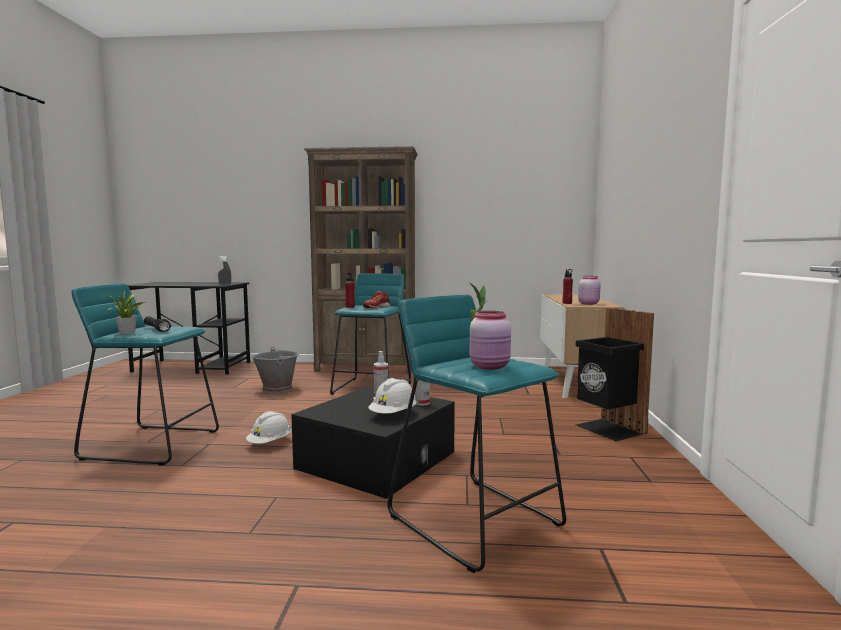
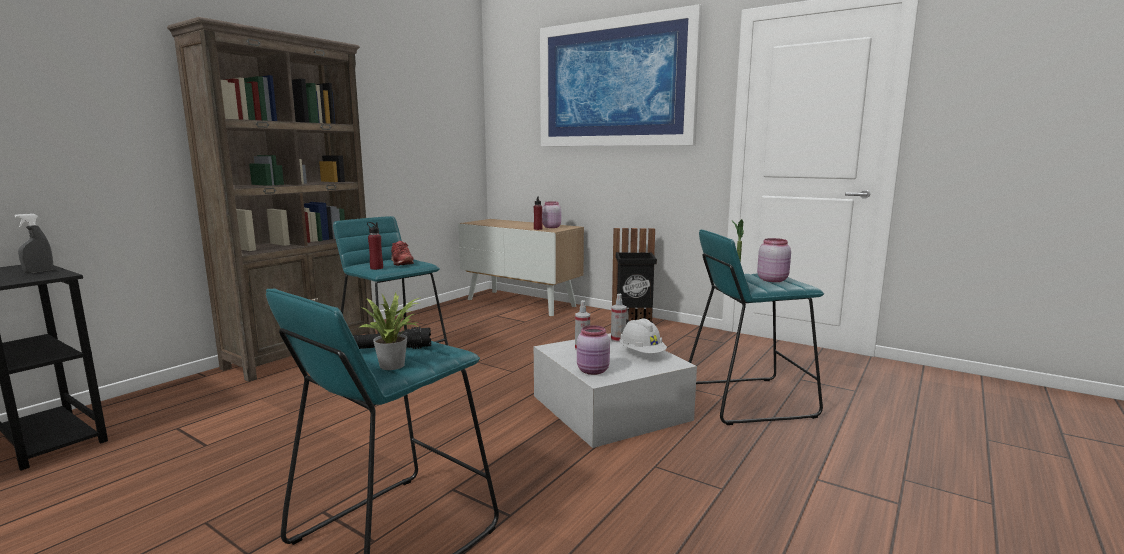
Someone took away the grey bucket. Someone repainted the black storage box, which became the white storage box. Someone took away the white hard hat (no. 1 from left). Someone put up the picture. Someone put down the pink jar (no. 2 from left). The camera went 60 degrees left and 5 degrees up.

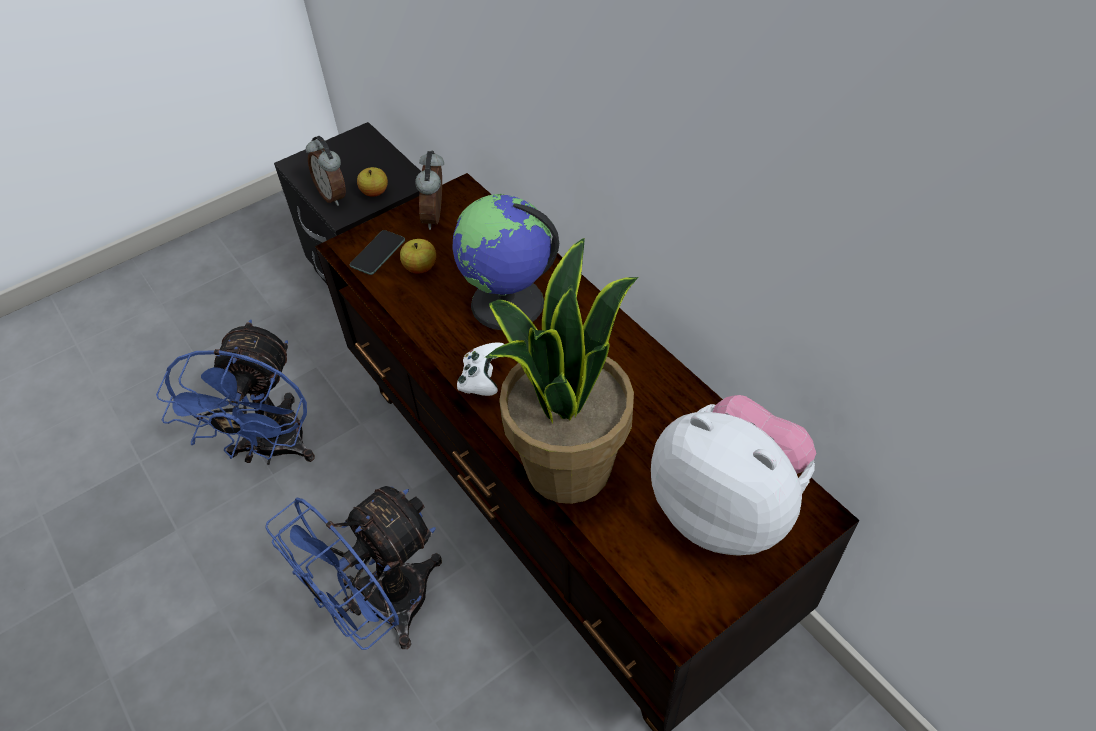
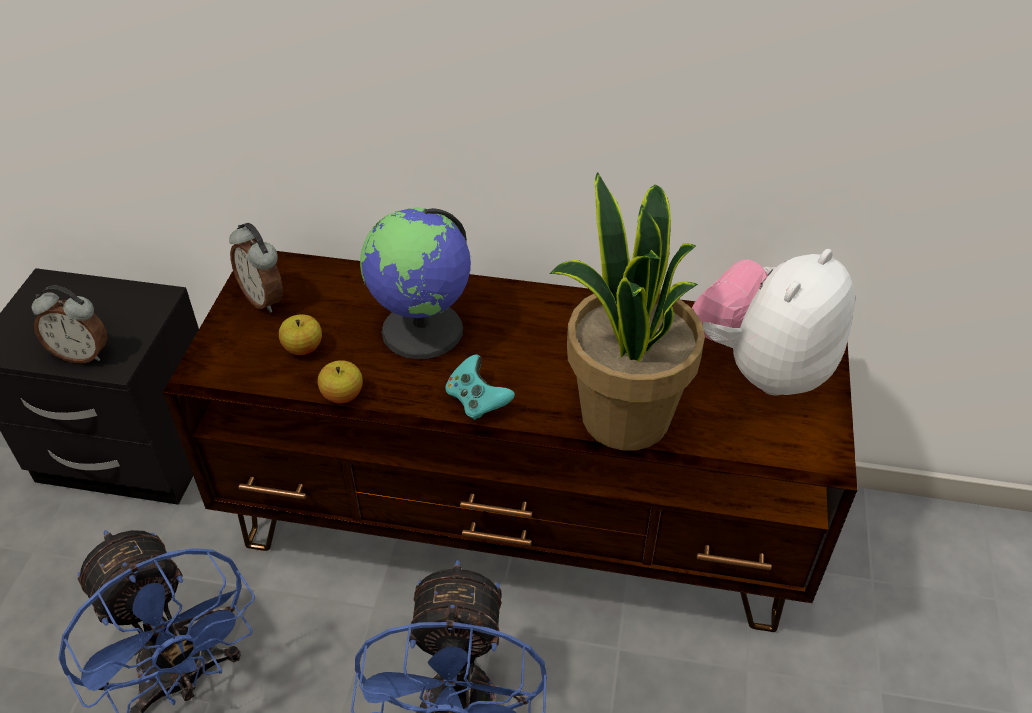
Someone carried the apple (no. 1 from left in the first image). Someone took away the phone. Someone repainted the white game controller, which became the turquoise game controller. Someone rotated the plush toy by 45 degrees counterclockwise. The camera went 45 degrees left and 5 degrees down.

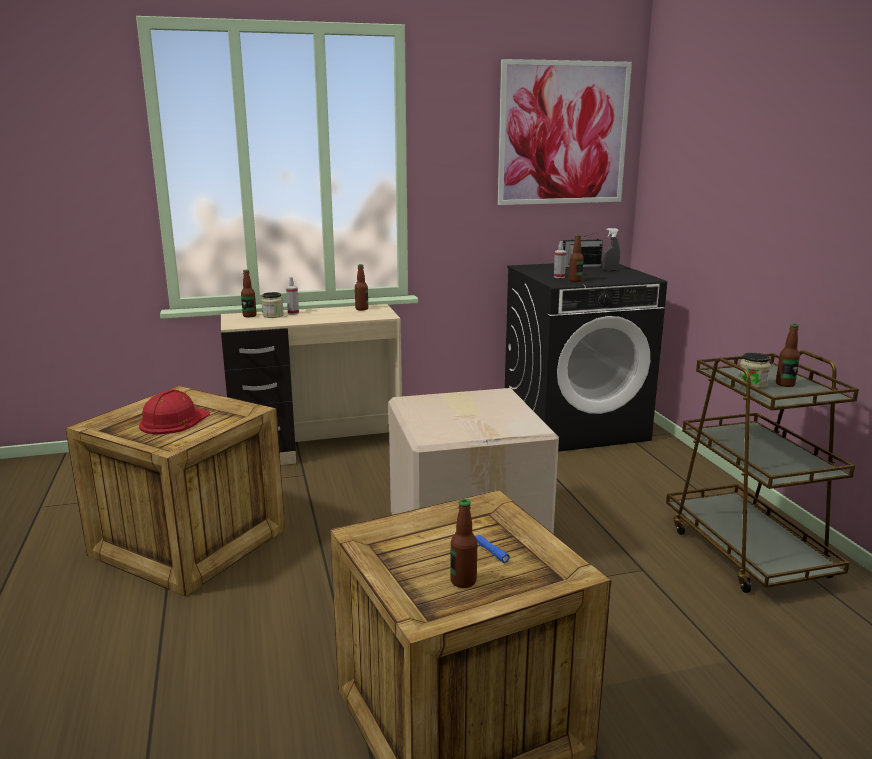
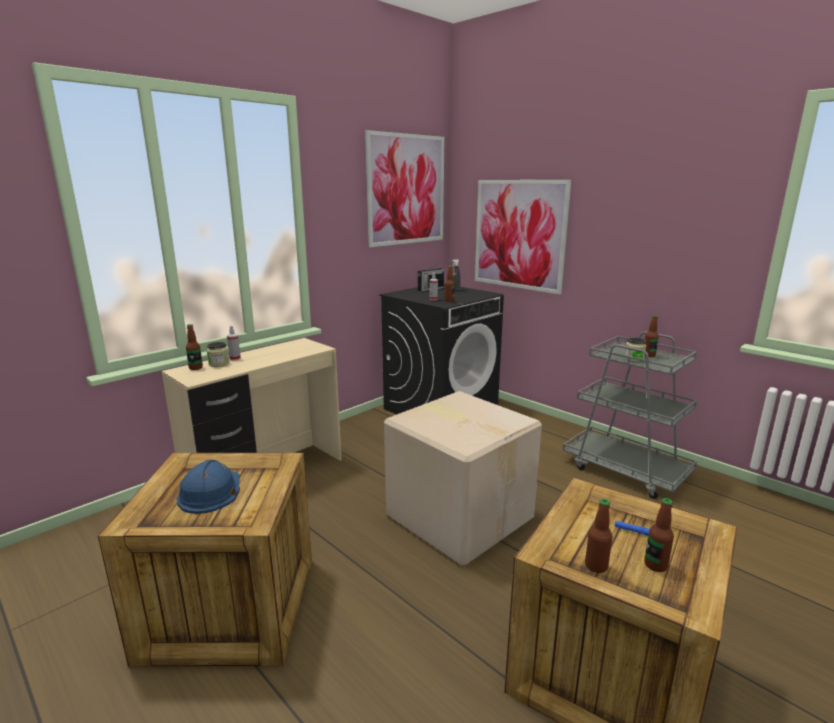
Someone carried the bottle (no. 2 from left in the first image). Someone repainted the brown cart, which became the grey cart. Someone repainted the red hard hat, which became the blue hard hat. Someone put up the picture (no. 2 from left). The camera went 30 degrees left and 0 degrees up.

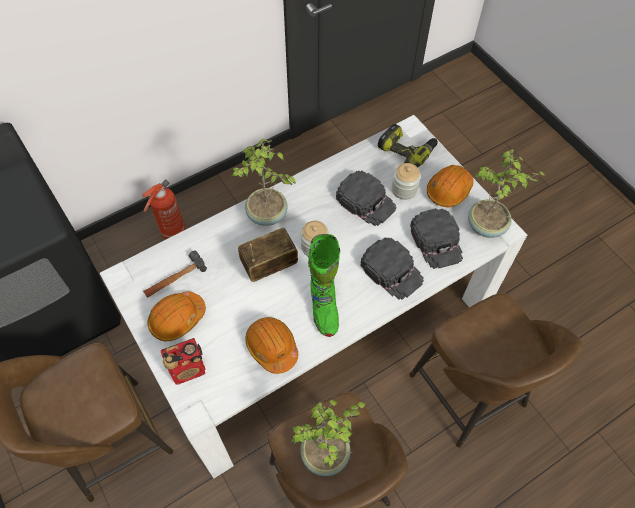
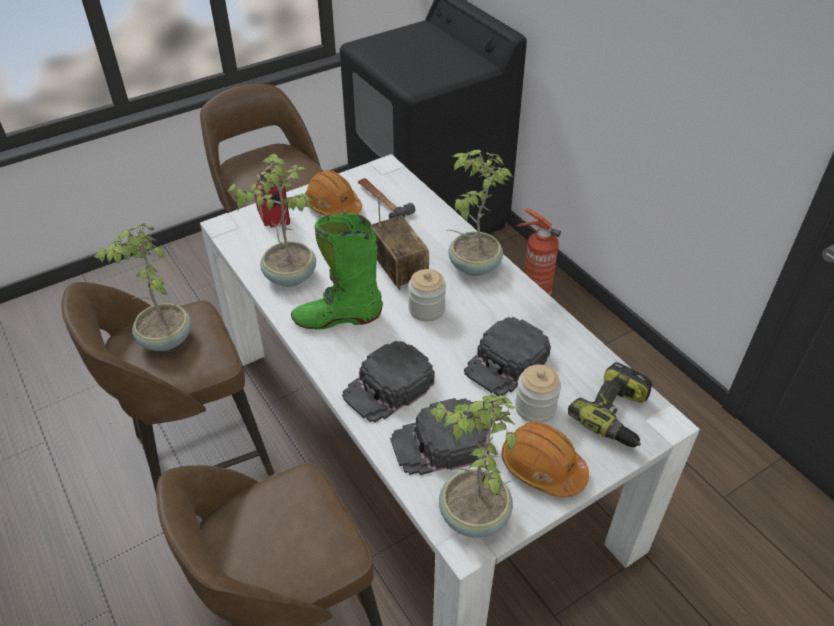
Someone swapped the orange hard hat (no. 2 from left) for the potted plant (no. 2 from left). The camera went 90 degrees right and 15 degrees down.

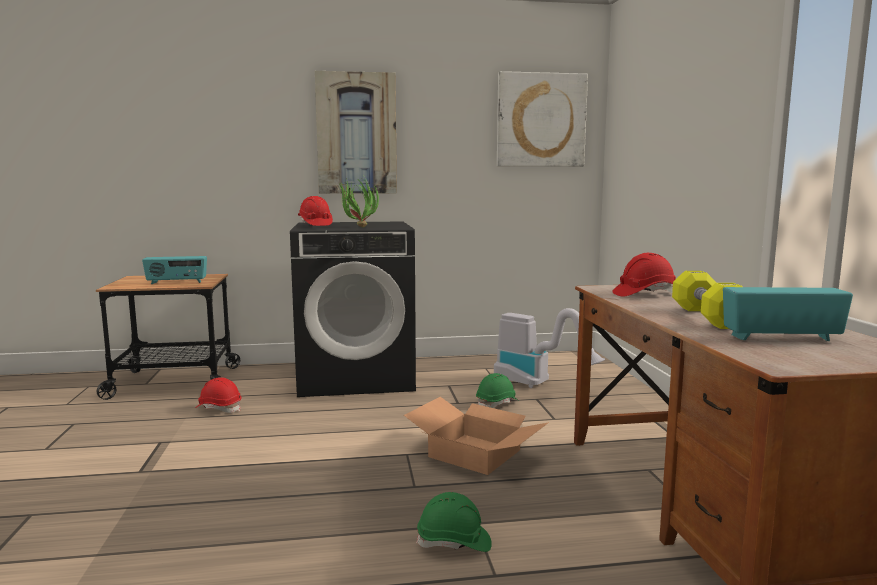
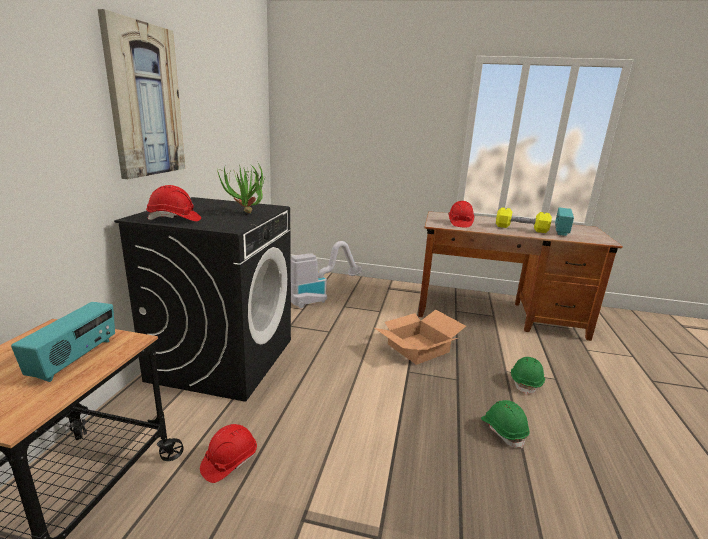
Someone took away the picture (no. 2 from left). Someone carried the green hard hat (no. 2 from left in the first image). The camera went 70 degrees left and 10 degrees up.

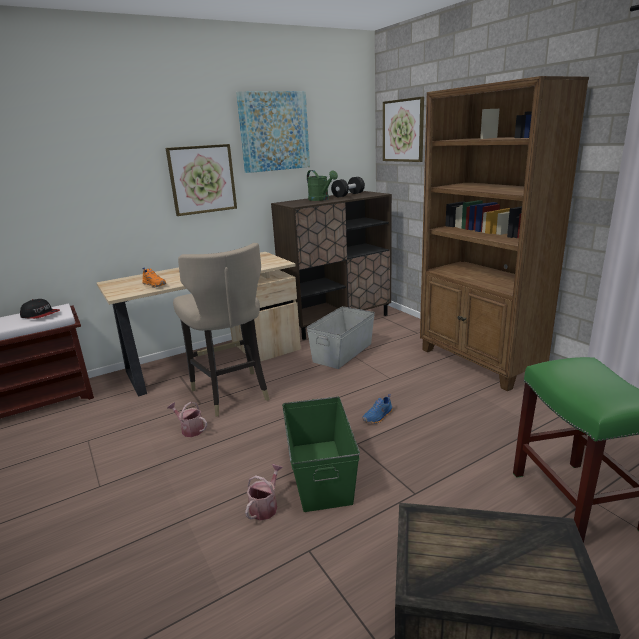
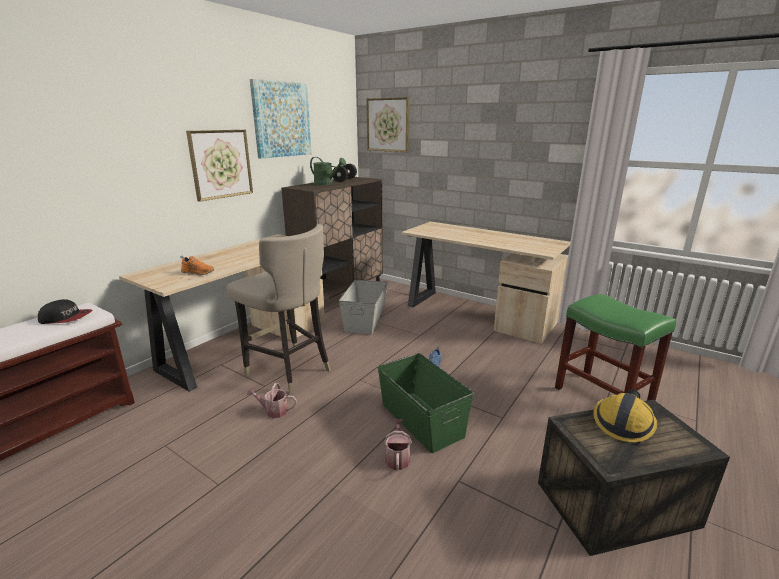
Someone swapped the brown bookcase for the beige desk (no. 2 from left). Someone put down the hard hat. The camera went 25 degrees left and 0 degrees up.

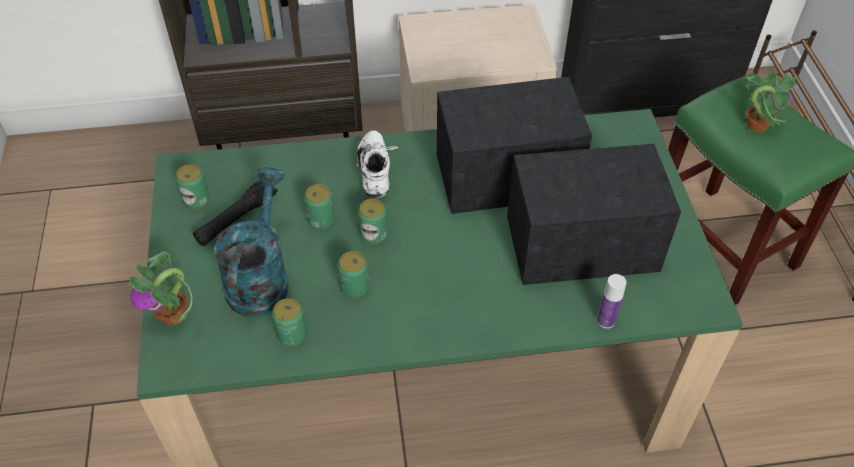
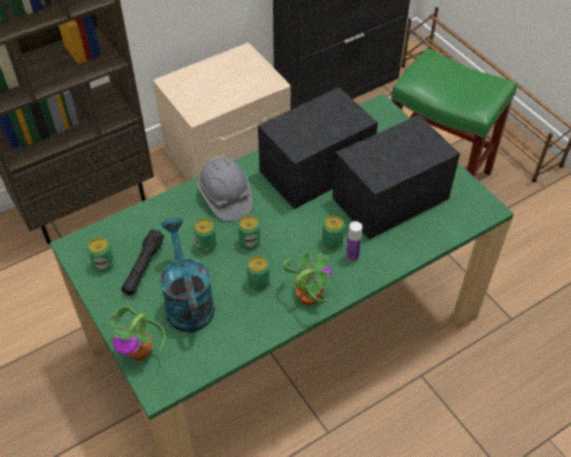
Someone carried the potted plant (no. 2 from left). Someone swapped the white shoe for the grey hard hat. Someone carried the bottle. Someone carried the can (no. 2 from left in the first image). The camera went 25 degrees left and 0 degrees up.

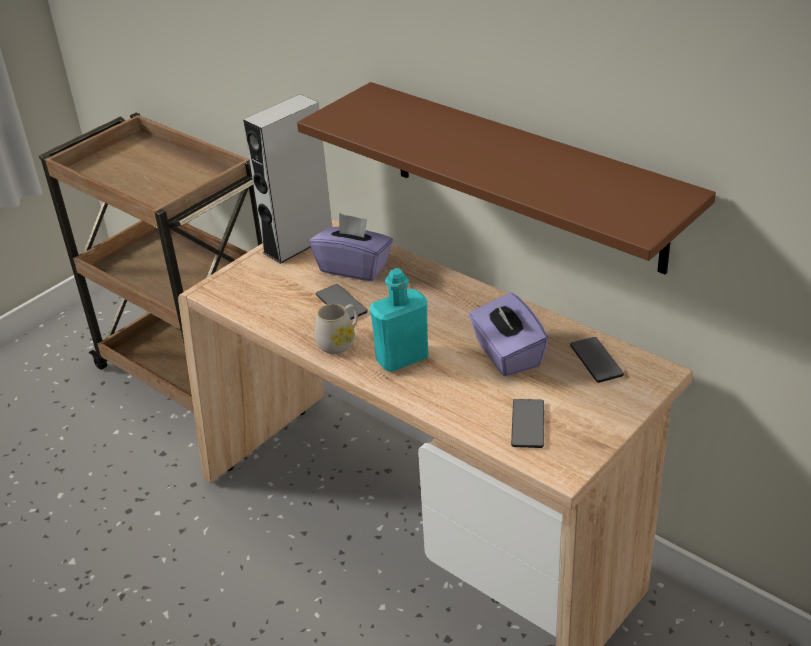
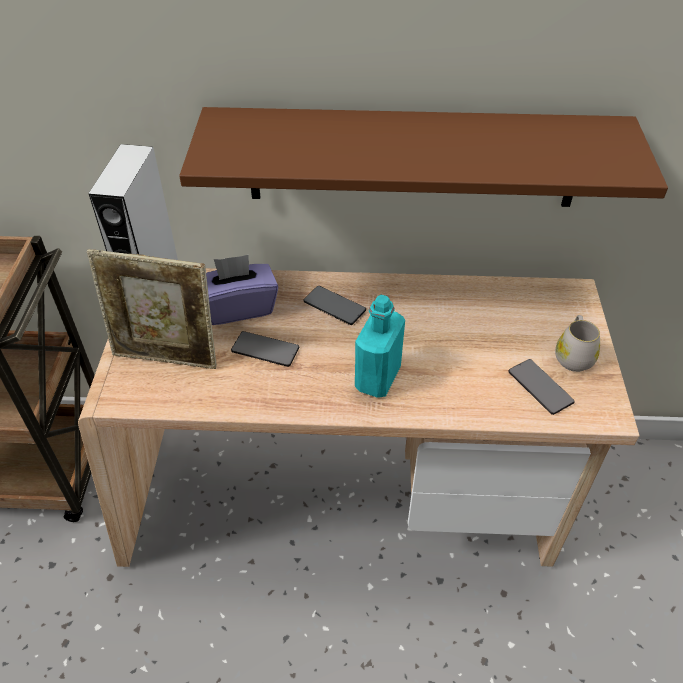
Someone took away the purple tissue box (no. 2 from left). Someone carried the white mug. Someone carried the phone (no. 3 from left in the first image). Someone put down the picture frame. The camera went 40 degrees left and 10 degrees up.

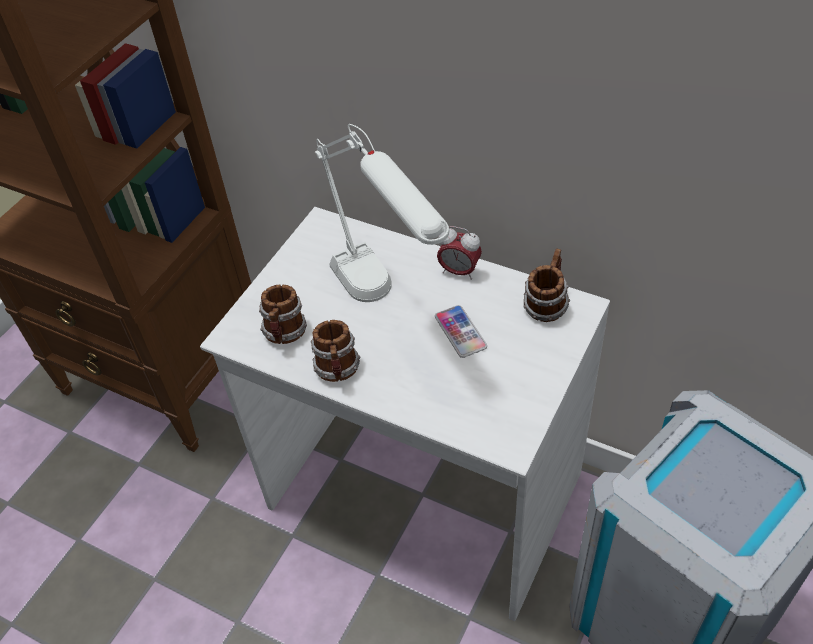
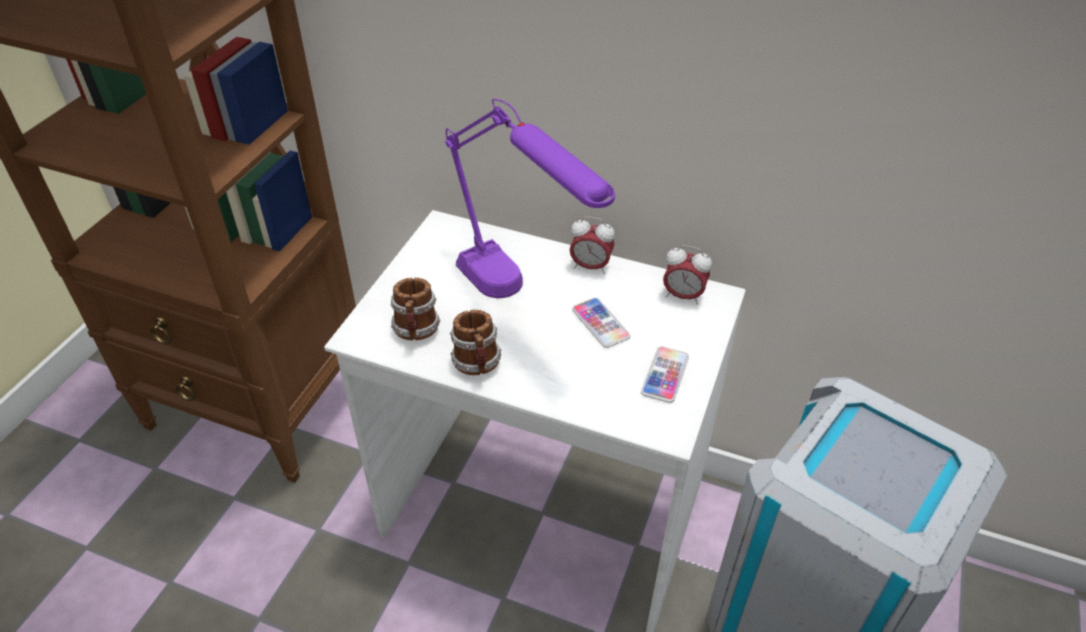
Someone repainted the white table lamp, which became the purple table lamp. Someone swapped the mug (no. 3 from left) for the alarm clock (no. 2 from left). Someone put down the phone (no. 2 from left). The camera went 10 degrees left and 5 degrees down.

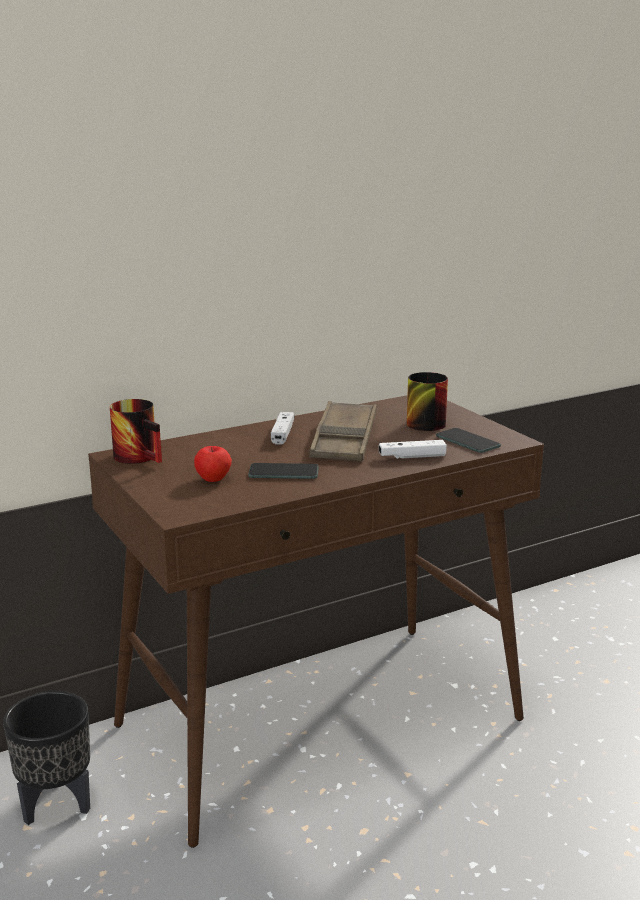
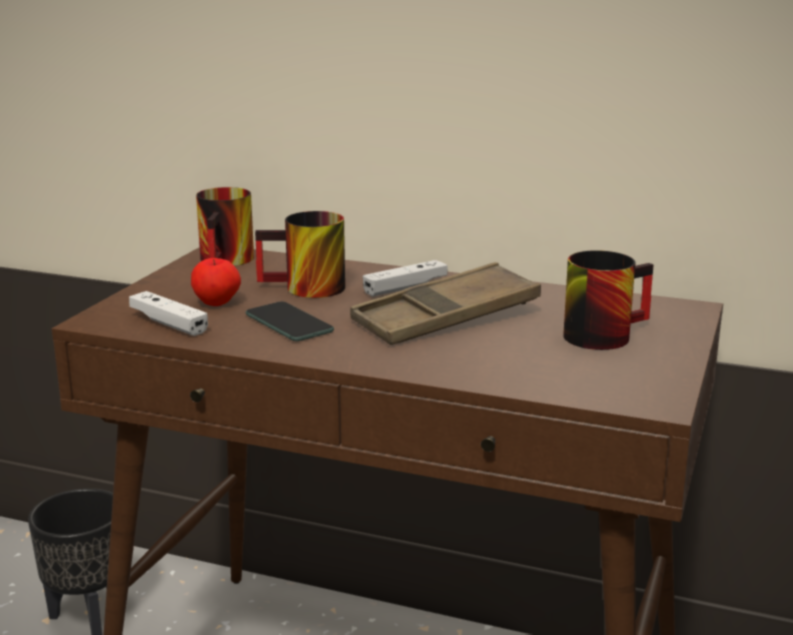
Someone took away the phone (no. 2 from left). Someone carried the white game controller (no. 2 from left in the first image). Someone put down the mug (no. 2 from left). The camera went 50 degrees right and 0 degrees up.

